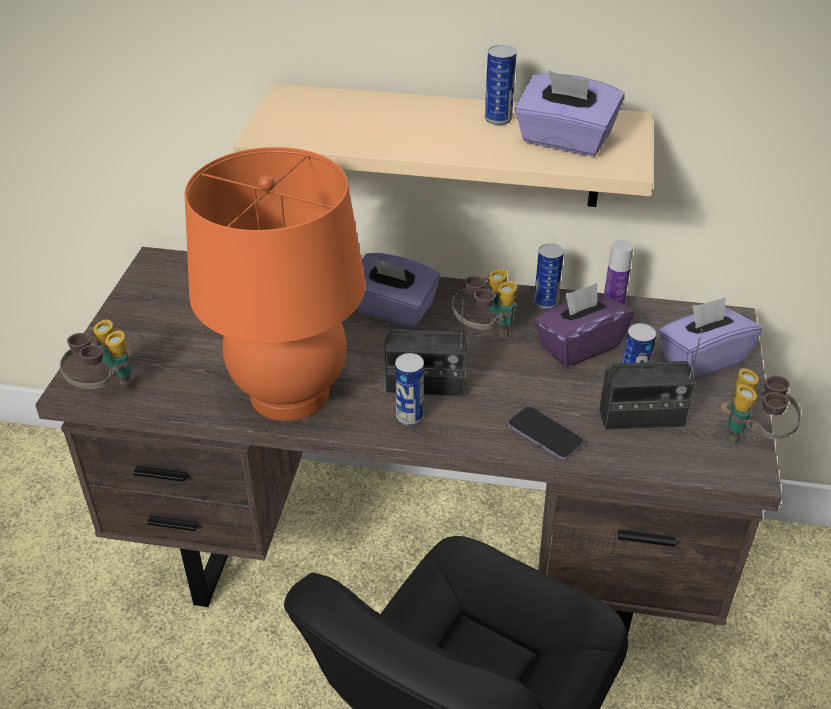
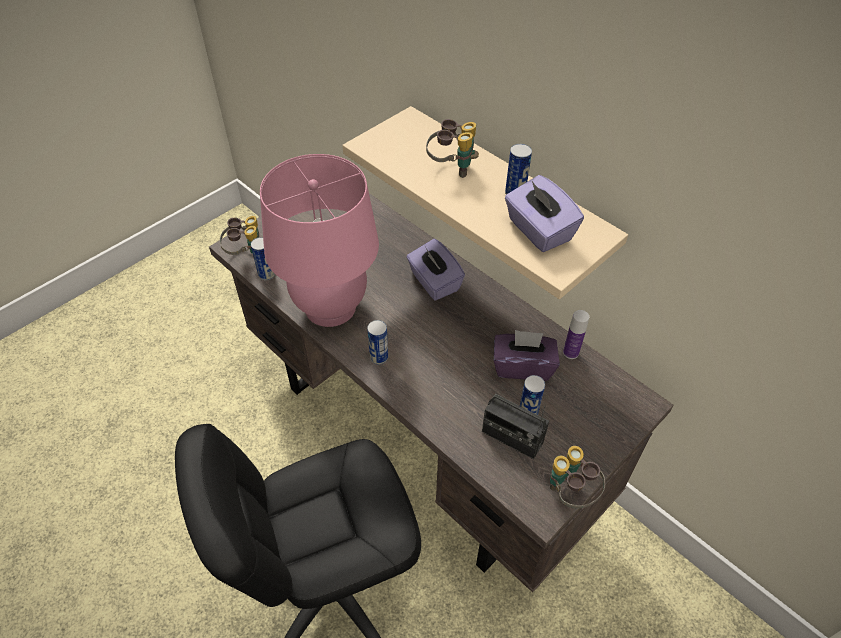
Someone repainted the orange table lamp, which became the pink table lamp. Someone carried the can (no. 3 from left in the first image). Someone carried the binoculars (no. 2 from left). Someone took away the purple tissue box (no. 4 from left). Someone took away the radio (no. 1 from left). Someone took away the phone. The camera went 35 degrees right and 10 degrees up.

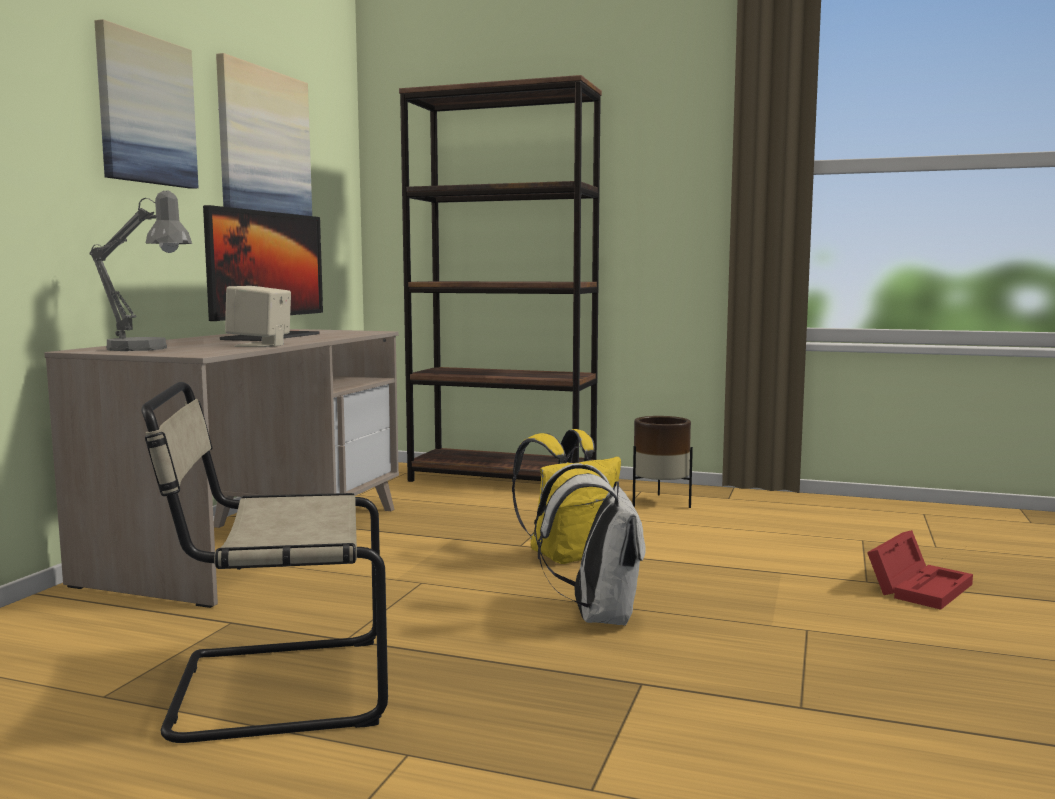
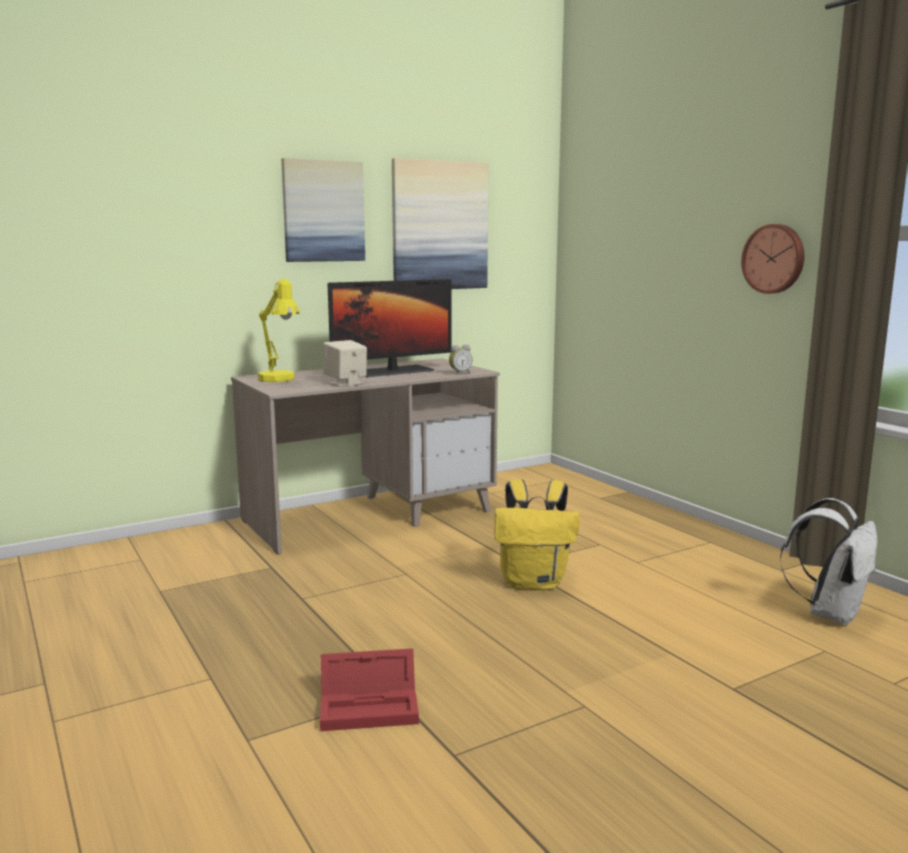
Someone took away the brown bookcase. Someone repainted the grey table lamp, which became the yellow table lamp. Someone took away the beige chair. Someone took away the brown planter. Someone carried the white backpack. Someone carried the red storage box. Someone put up the wall clock. Someone put down the alarm clock. The camera went 40 degrees right and 5 degrees up.

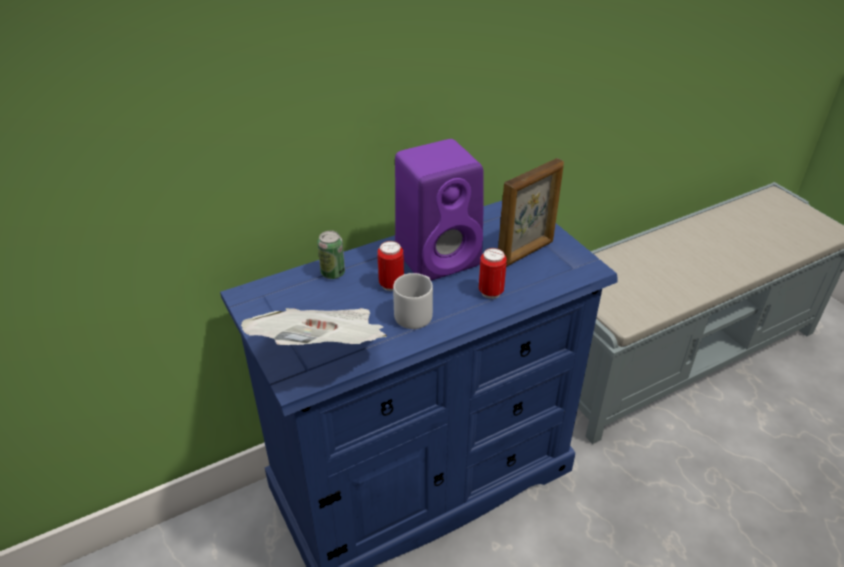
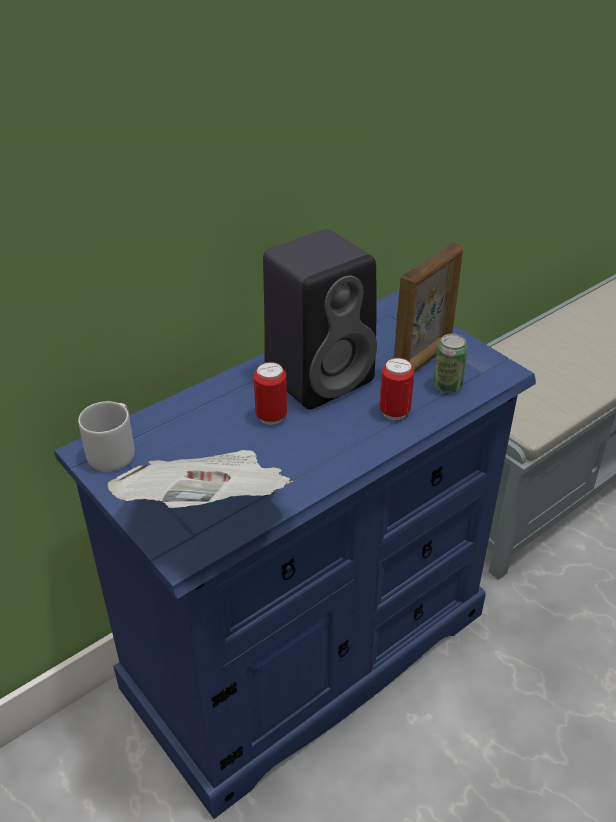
Someone repainted the purple speaker, which became the black speaker. Someone carried the can (no. 1 from left in the first image). Someone carried the grey mug. The camera went 10 degrees left and 0 degrees up.

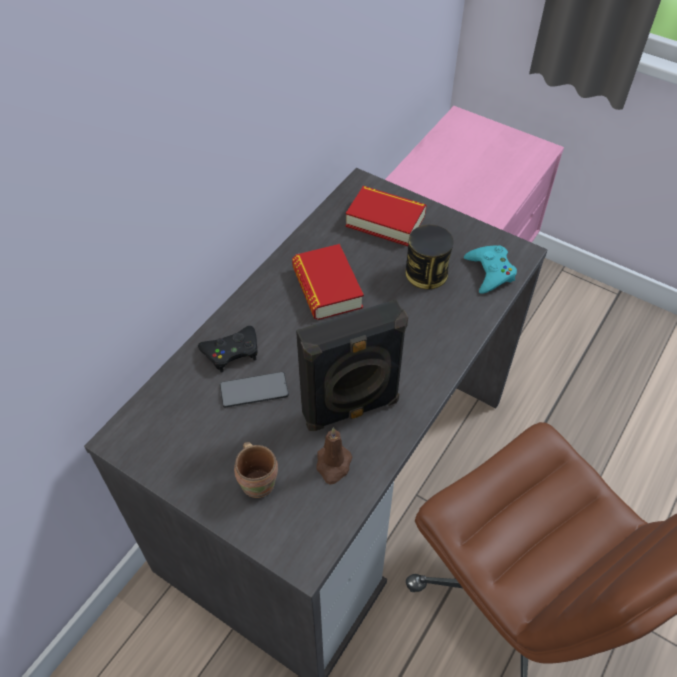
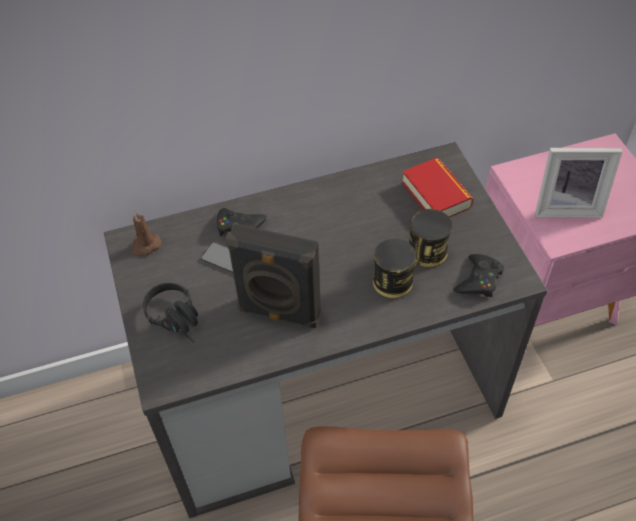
Someone took away the book (no. 1 from left). Someone repainted the turquoise game controller, which became the black game controller (no. 2 from left). Someone carried the brown candle. Someone swapped the brown mug for the black headphones. Someone put down the picture frame. Someone put down the can (no. 1 from left). The camera went 40 degrees right and 0 degrees up.

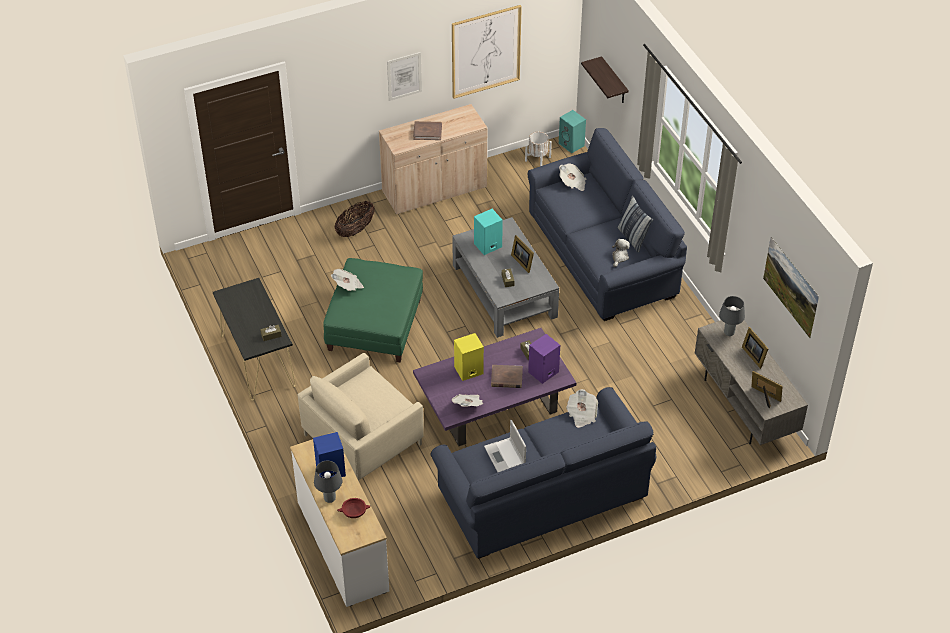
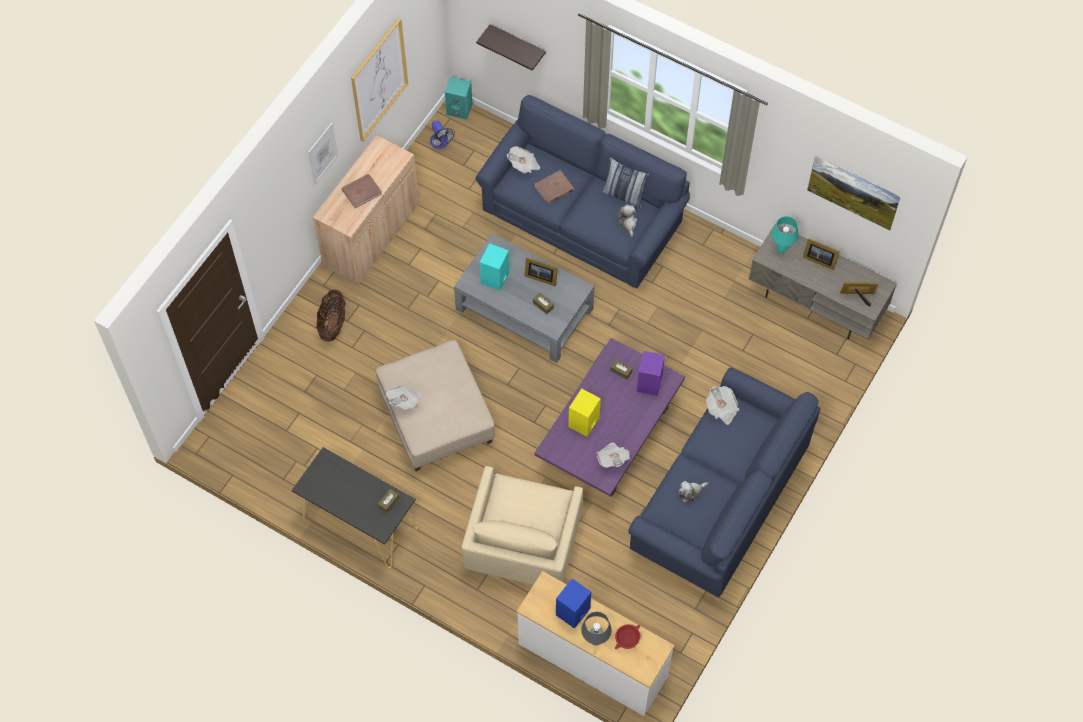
Someone swapped the white planter for the fan. Someone repainted the green ottoman, which became the beige ottoman. Someone repainted the grey table lamp (no. 2 from left), which became the turquoise table lamp. Someone carried the brown book (no. 2 from left). Someone swapped the laptop for the plush toy (no. 2 from left). The camera went 35 degrees left and 15 degrees up.

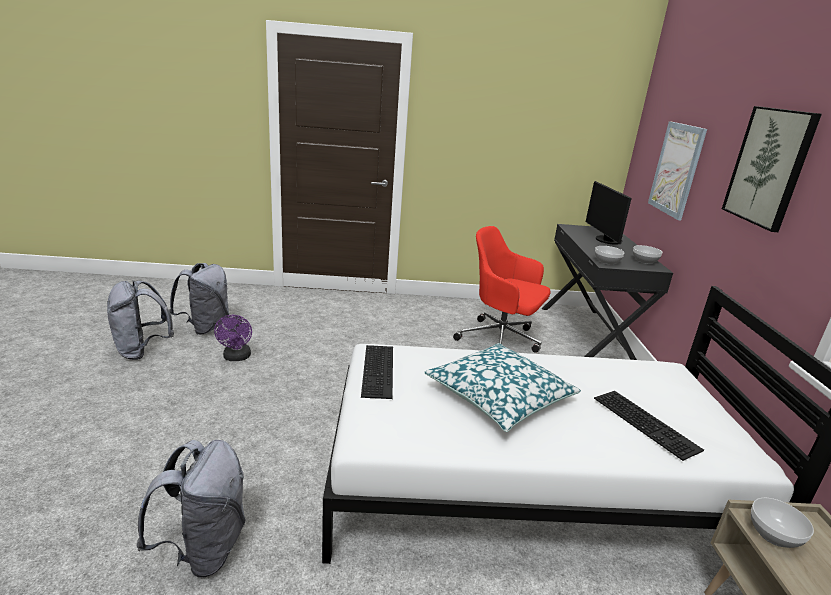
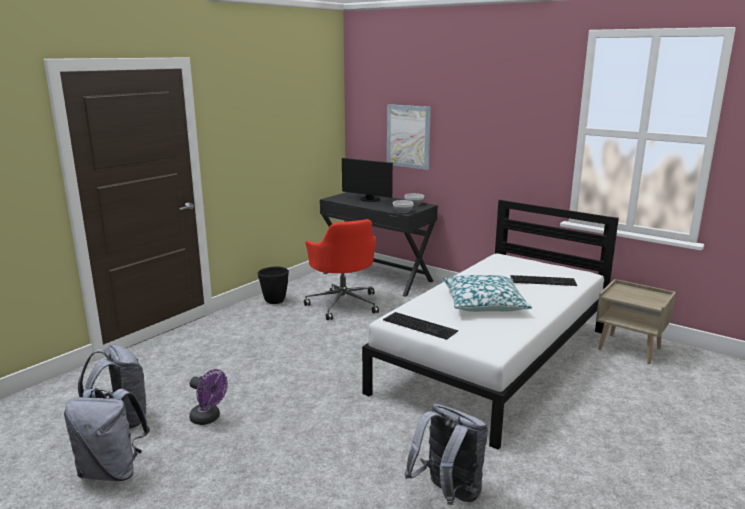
Someone took away the picture (no. 2 from left). Someone rotated the red office chair by 90 degrees counterclockwise. Someone took away the bowl (no. 3 from left). Someone put down the black planter. The camera went 50 degrees left and 5 degrees down.

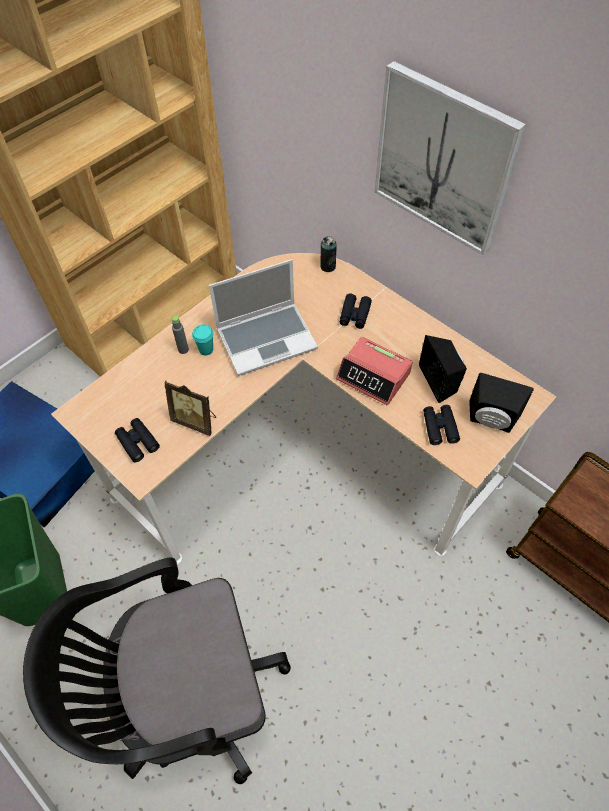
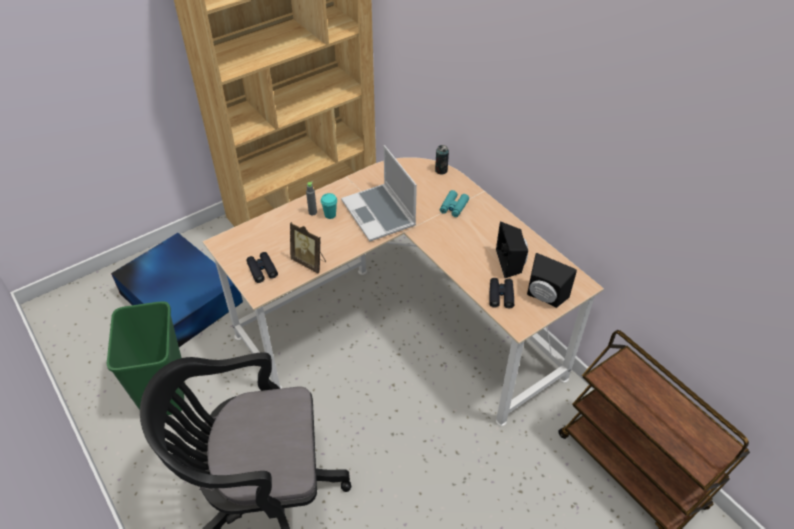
Someone took away the picture. Someone rotated the laptop by 75 degrees clockwise. Someone repainted the black binoculars (no. 2 from left), which became the turquoise binoculars. Someone took away the alarm clock. The camera went 10 degrees right and 10 degrees down.

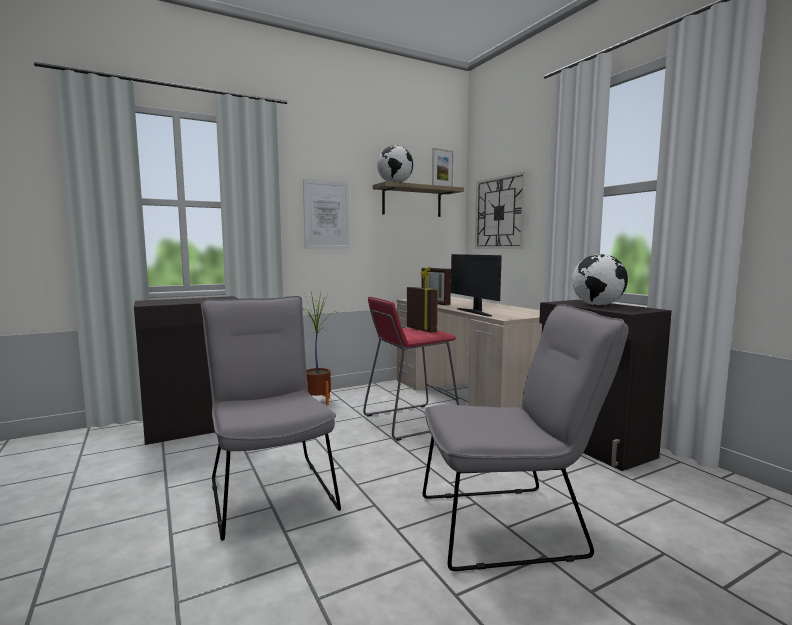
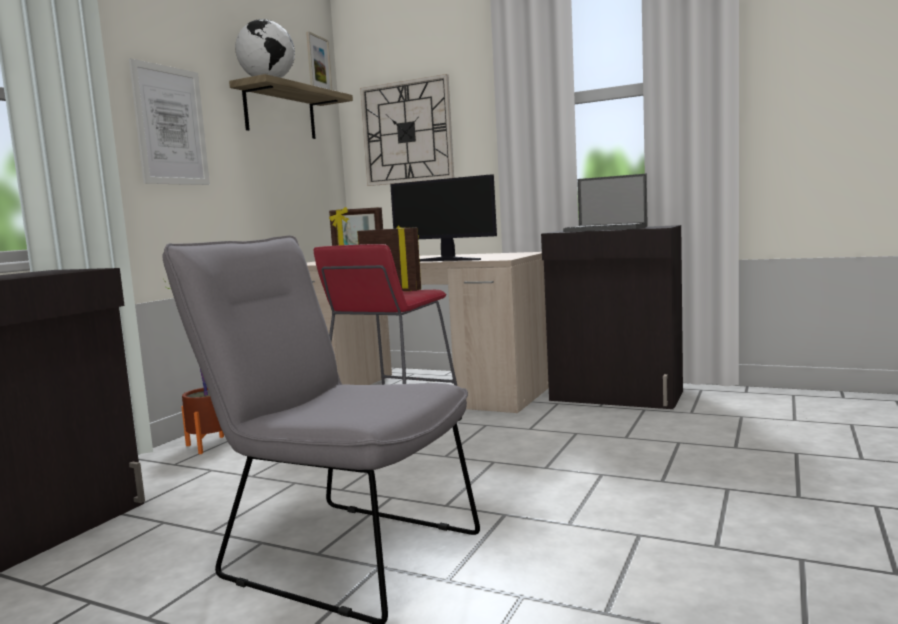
Someone swapped the globe (no. 2 from left) for the laptop. Someone took away the grey chair (no. 2 from left). The camera went 35 degrees left and 0 degrees up.

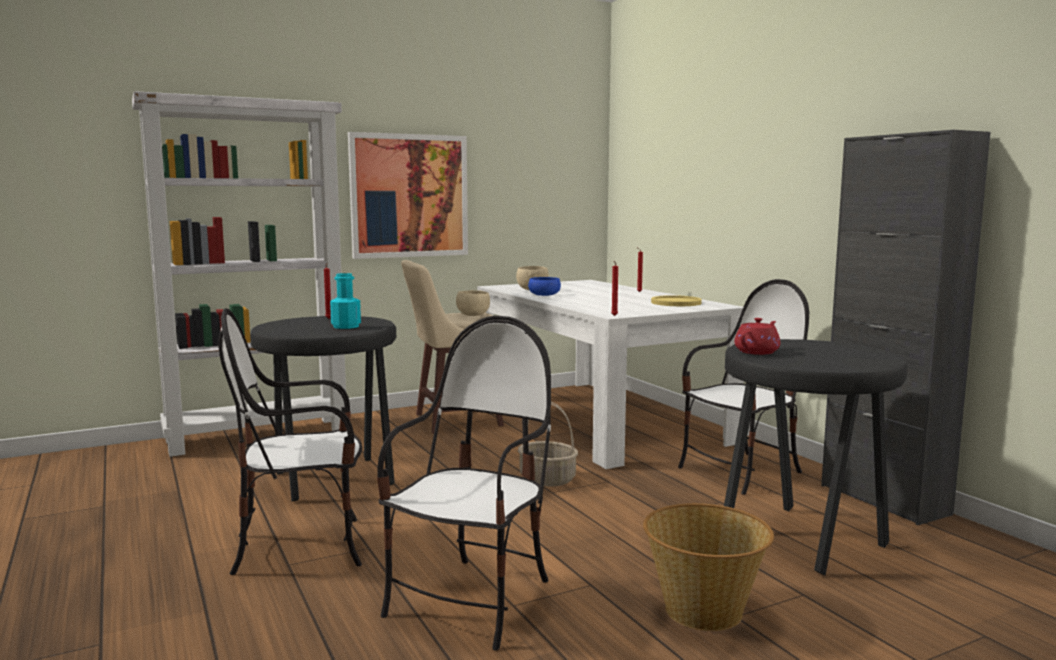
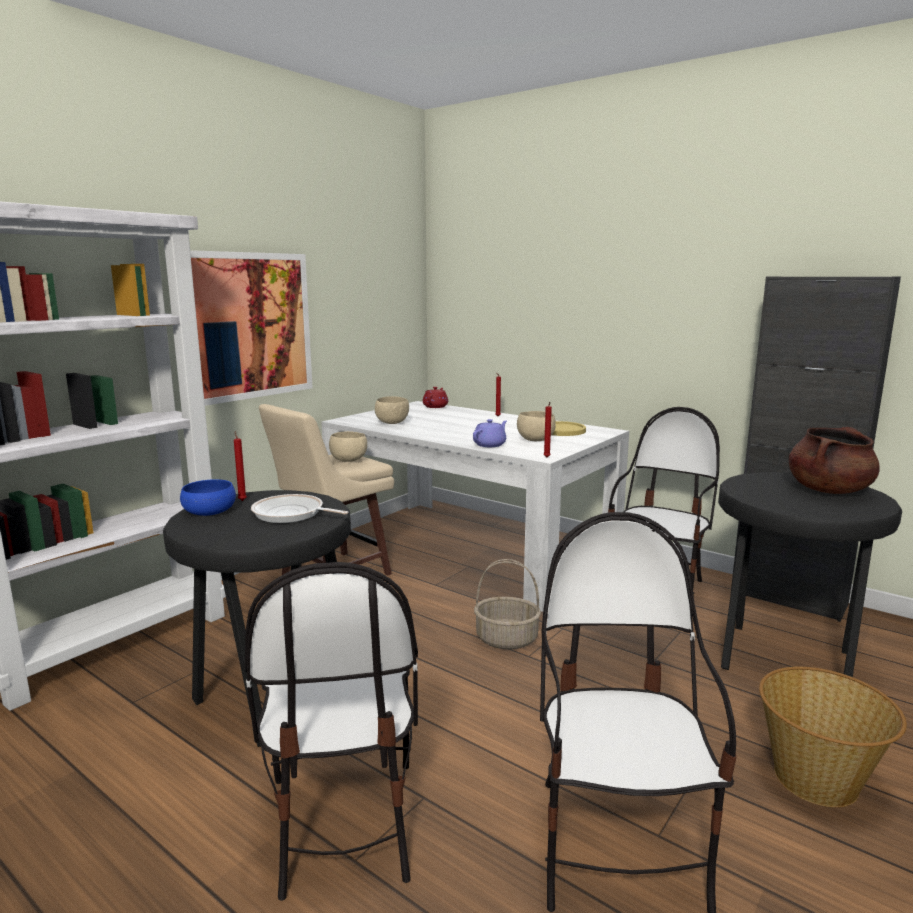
Someone swapped the turquoise bottle for the frying pan. Someone carried the blue bowl. Someone rotated the chair (no. 1 from left) by 60 degrees counterclockwise. Someone carried the red teapot. Someone put down the beige bowl (no. 3 from left). Someone put down the purple teapot. Someone put down the brown cooking pot. The camera went 25 degrees left and 5 degrees up.

